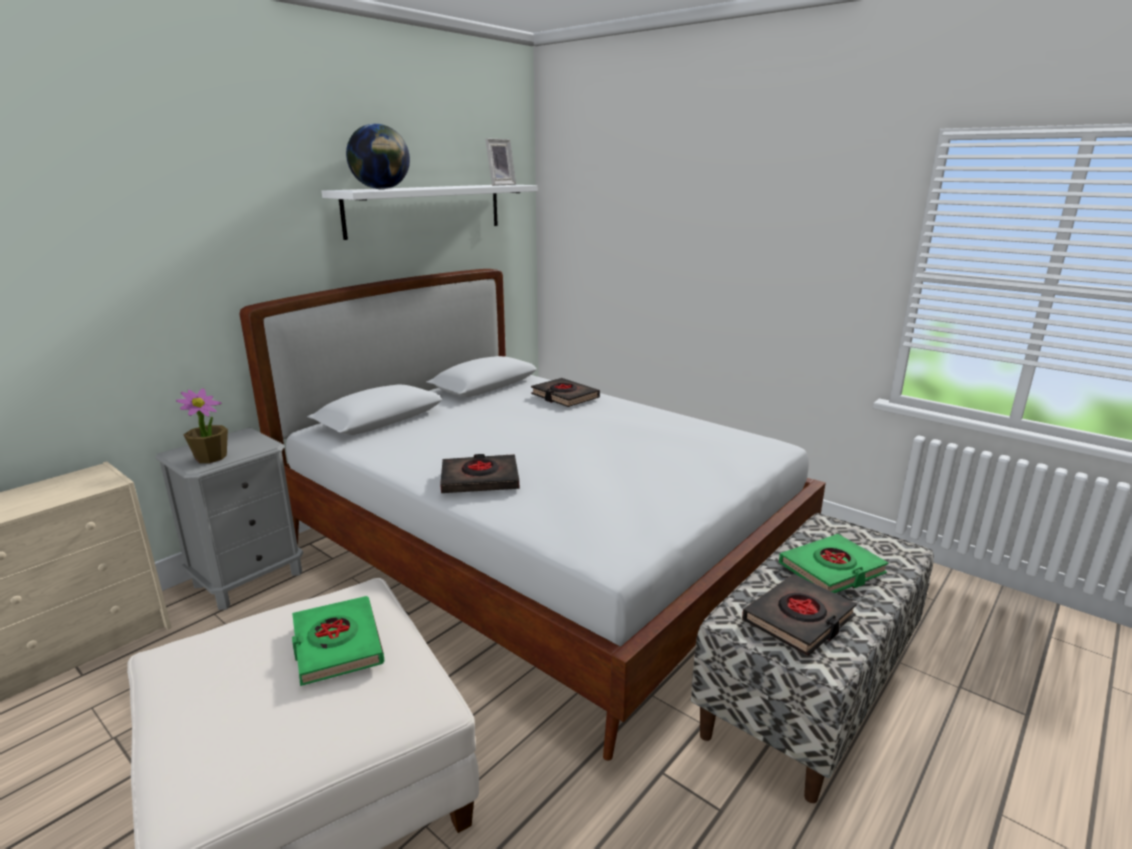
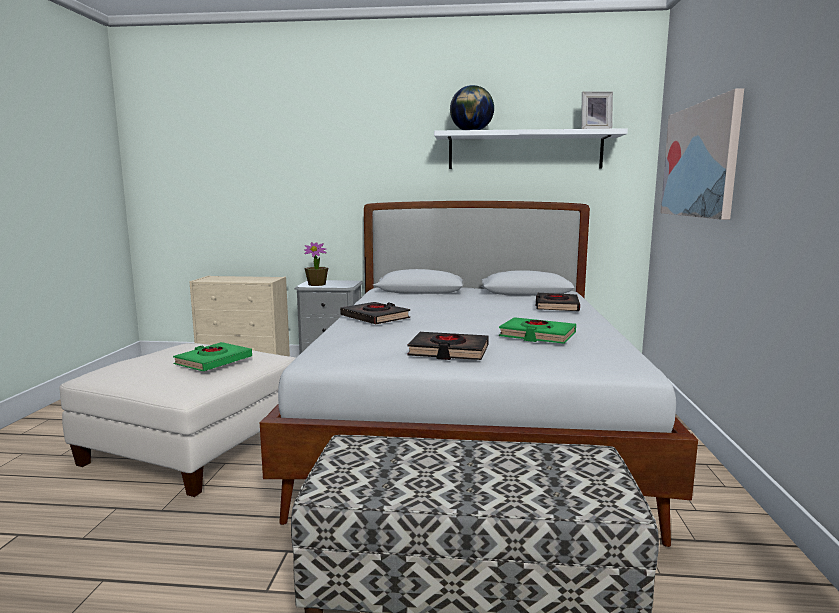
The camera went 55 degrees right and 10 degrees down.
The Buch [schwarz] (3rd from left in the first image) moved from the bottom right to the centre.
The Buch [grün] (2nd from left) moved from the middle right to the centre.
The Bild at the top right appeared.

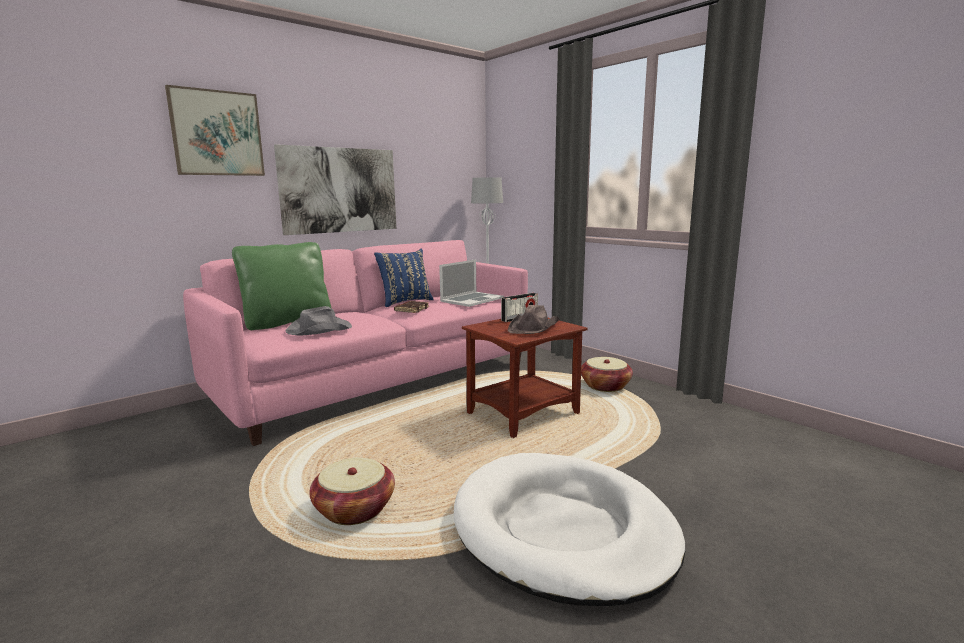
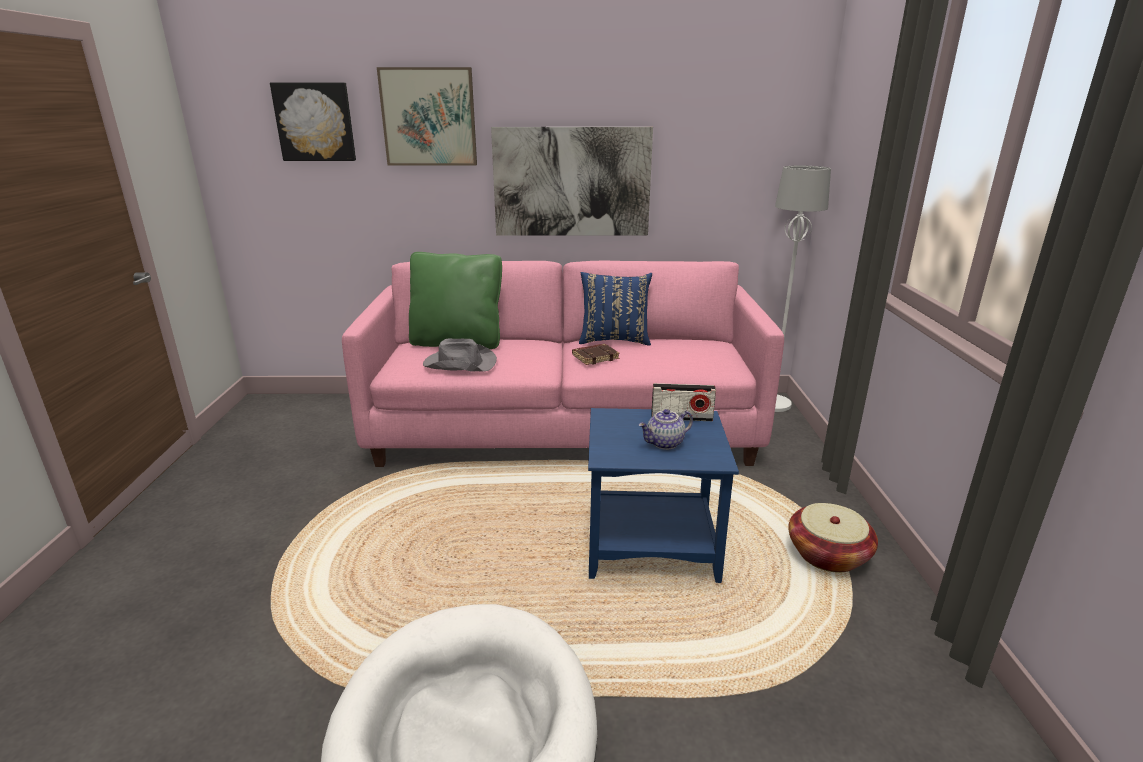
The camera went 40 degrees right and 10 degrees up.
The Bild (1st from left) at the top left appeared.
The Beistelltisch [braun] at the centre became the Beistelltisch [blau] at the centre.
The Hut [braun] at the centre was replaced by the Teekanne at the centre.
The Korb (1st from left) at the bottom centre disappeared.
The Laptop at the centre disappeared.

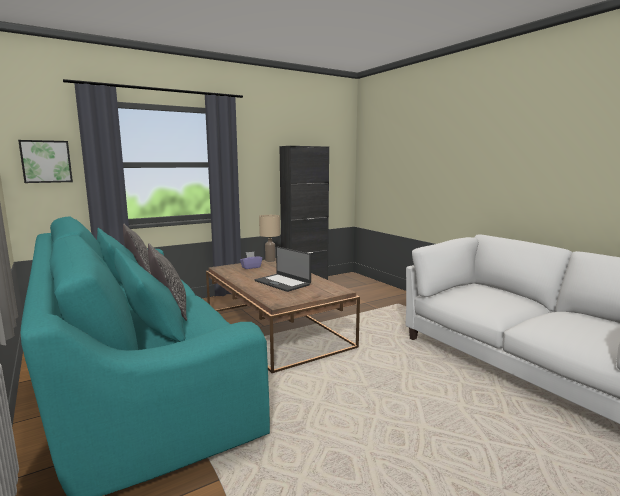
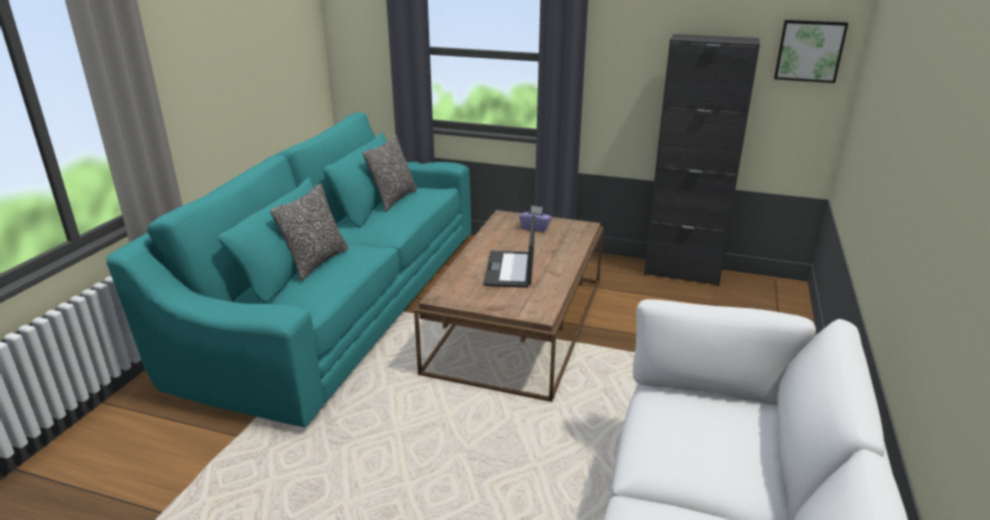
The camera went 50 degrees right and 15 degrees up.
The Bild moved from the top left to the top right.
The Tischlampe [beige] at the centre disappeared.

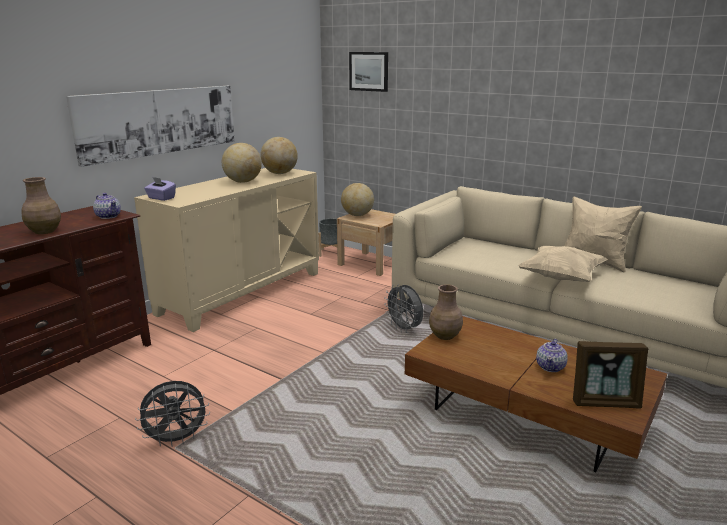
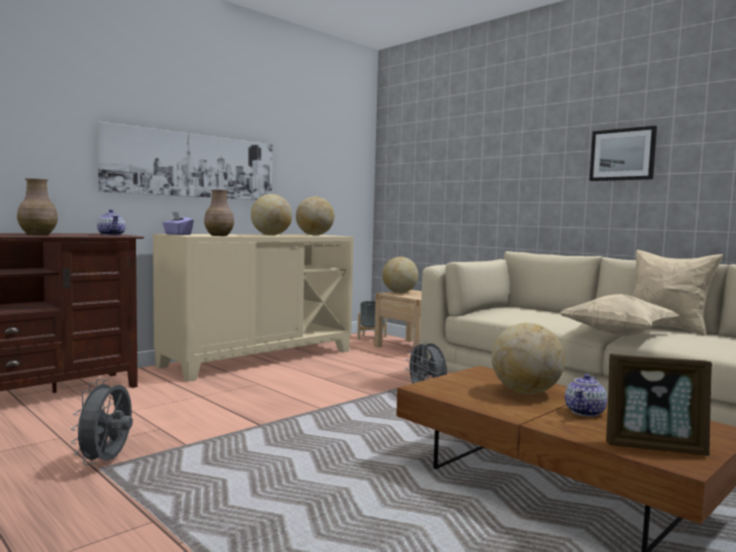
The camera went 10 degrees right and 15 degrees down.
The Ventilator [grau] (1st from left) at the bottom left turned 105 degrees clockwise.
The Vase [braun] (2nd from left) moved from the centre to the middle left.
The Globus (4th from left) at the middle right appeared.
The Bild (2nd from left) moved from the top centre to the top right.

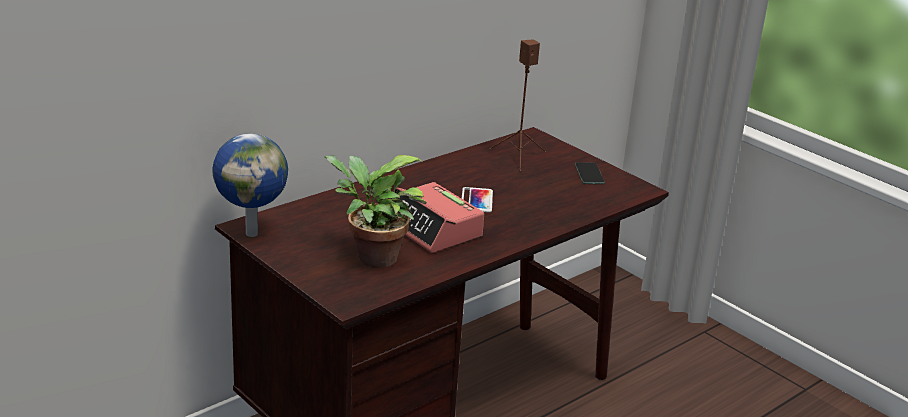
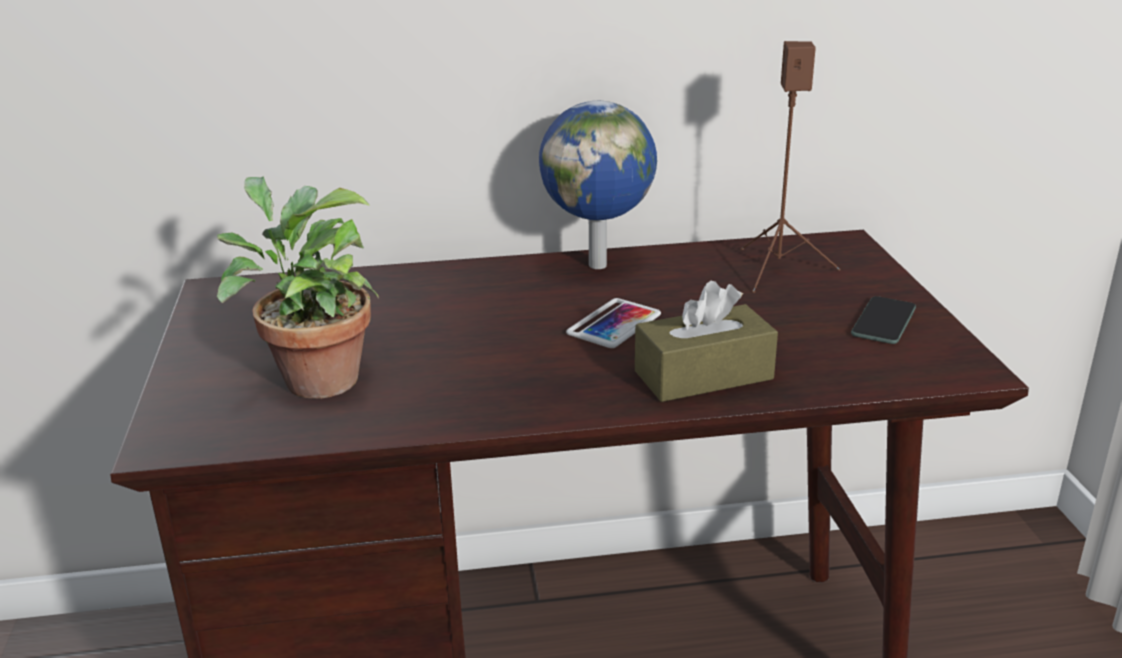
The camera went 35 degrees right and 0 degrees up.
The Globus moved from the middle left to the top centre.
The Taschentuchbox [braun] at the centre appeared.
The Wecker at the centre disappeared.

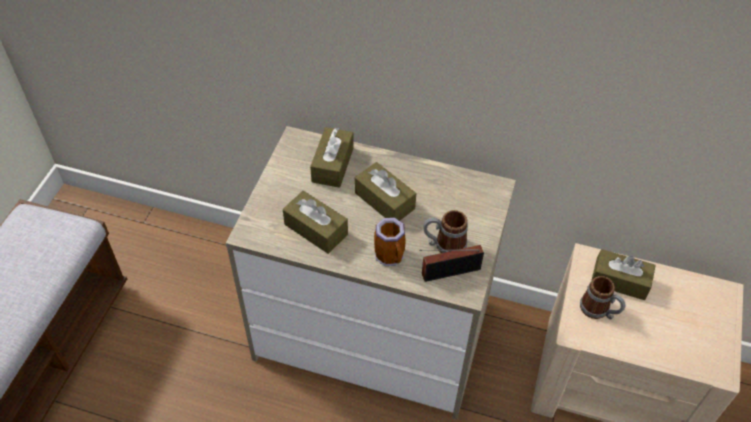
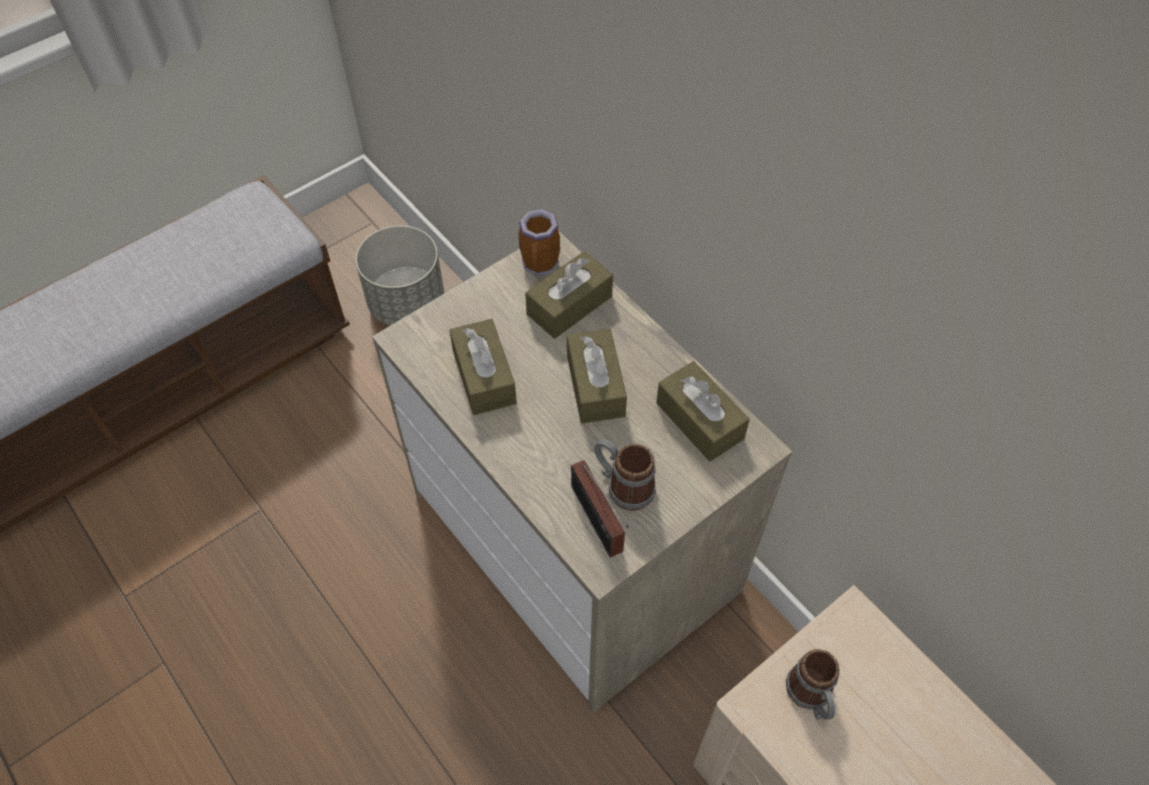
The camera went 35 degrees right and 5 degrees up.
The Pflanzkübel [grau] at the centre appeared.
The Henkelbecher (1st from left) moved from the centre to the top centre.
The Radio at the centre turned 135 degrees counterclockwise.
The Taschentuchbox [braun] (4th from left) moved from the middle right to the centre.

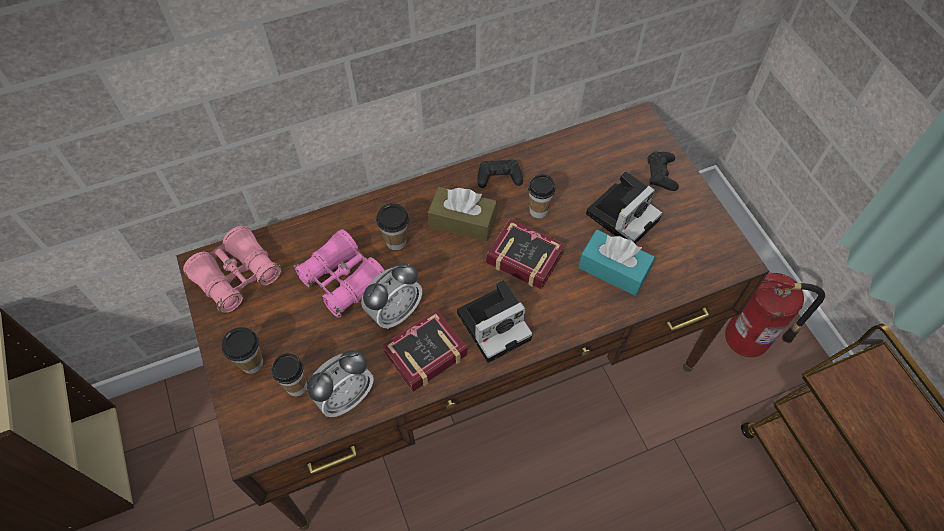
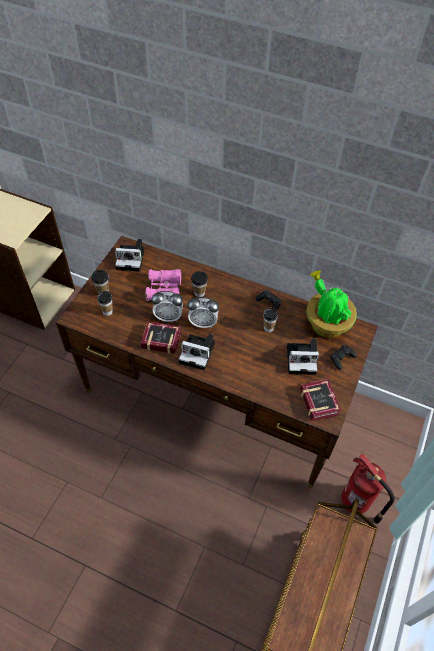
The camera went 45 degrees right and 5 degrees down.
The Fernglas [rosa] (1st from left) at the middle left was replaced by the Kamera (1st from left) at the middle left.
The Wecker (1st from left in the first image) moved from the bottom centre to the centre.
The Buch (2nd from left) moved from the centre to the middle right.
The Topfpflanze at the middle right appeared.
The Taschentuchbox [braun] at the centre disappeared.
The Taschentuchbox [türkis] at the centre disappeared.

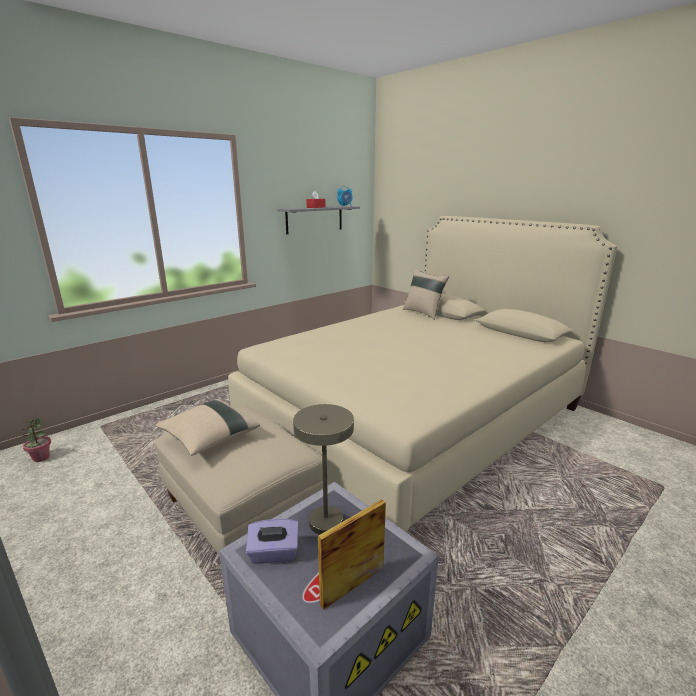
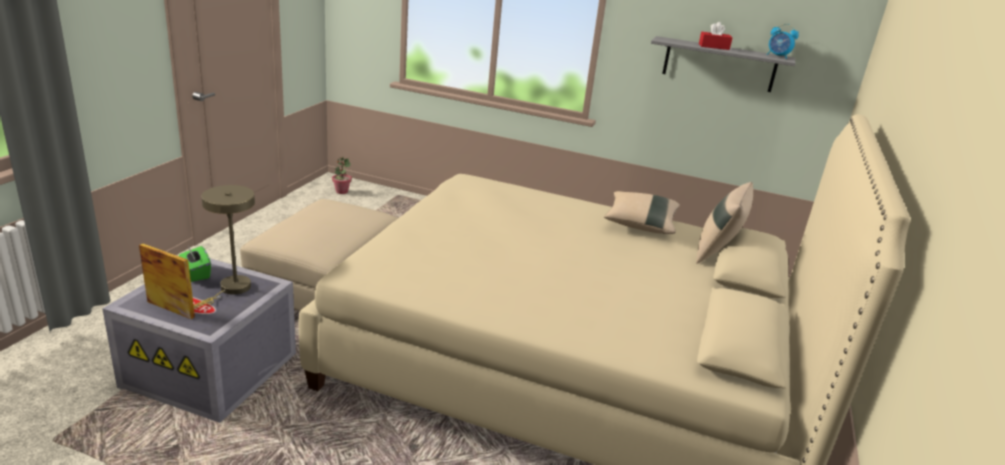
The camera went 60 degrees right and 5 degrees up.
The Taschentuchbox [lila] at the bottom centre became the Taschentuchbox [grün] at the middle left.
The Kissen [beige] (1st from left) moved from the middle left to the centre.

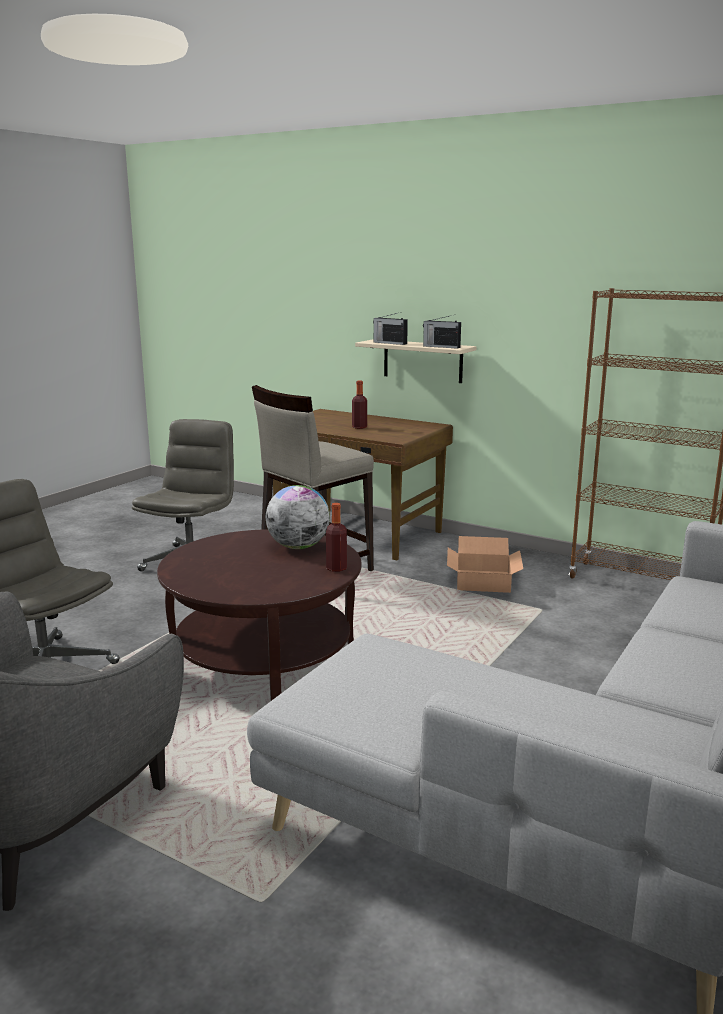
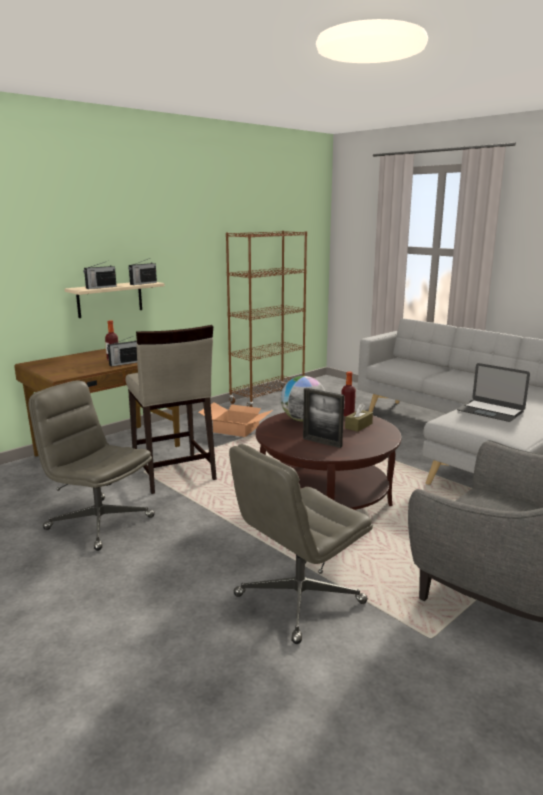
The camera went 75 degrees left and 0 degrees up.
The Radio (2nd from left) at the middle left appeared.
The Bilderrahmen at the centre appeared.
The Taschentuchbox [braun] at the centre appeared.
The Laptop at the middle right appeared.

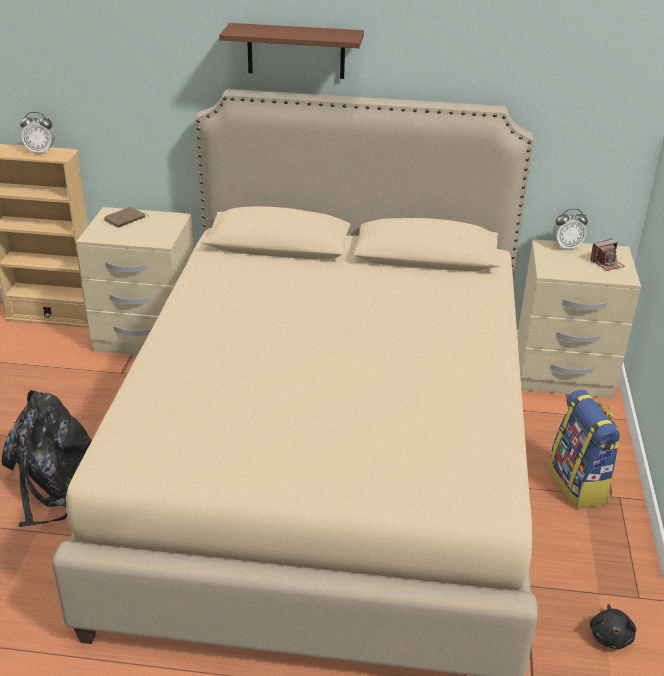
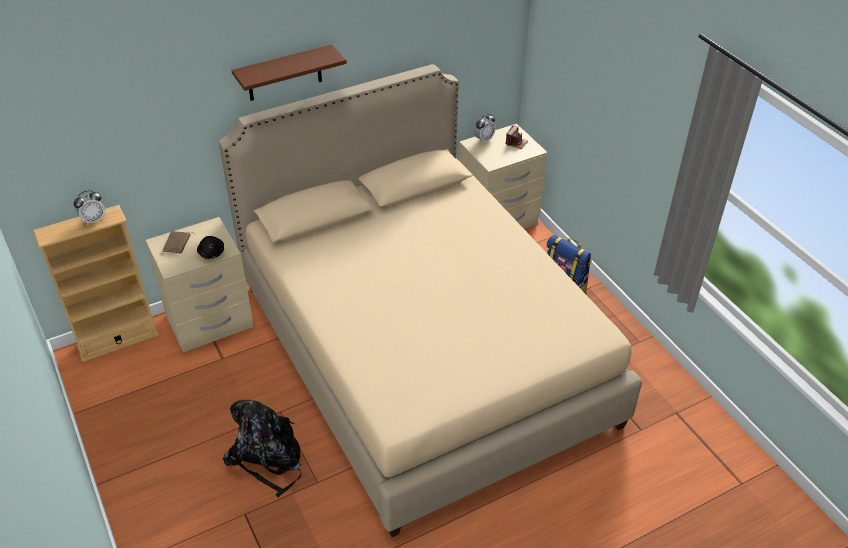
The camera went 35 degrees left and 10 degrees up.
The Plüschtier [schwarz] moved from the bottom right to the middle left.

